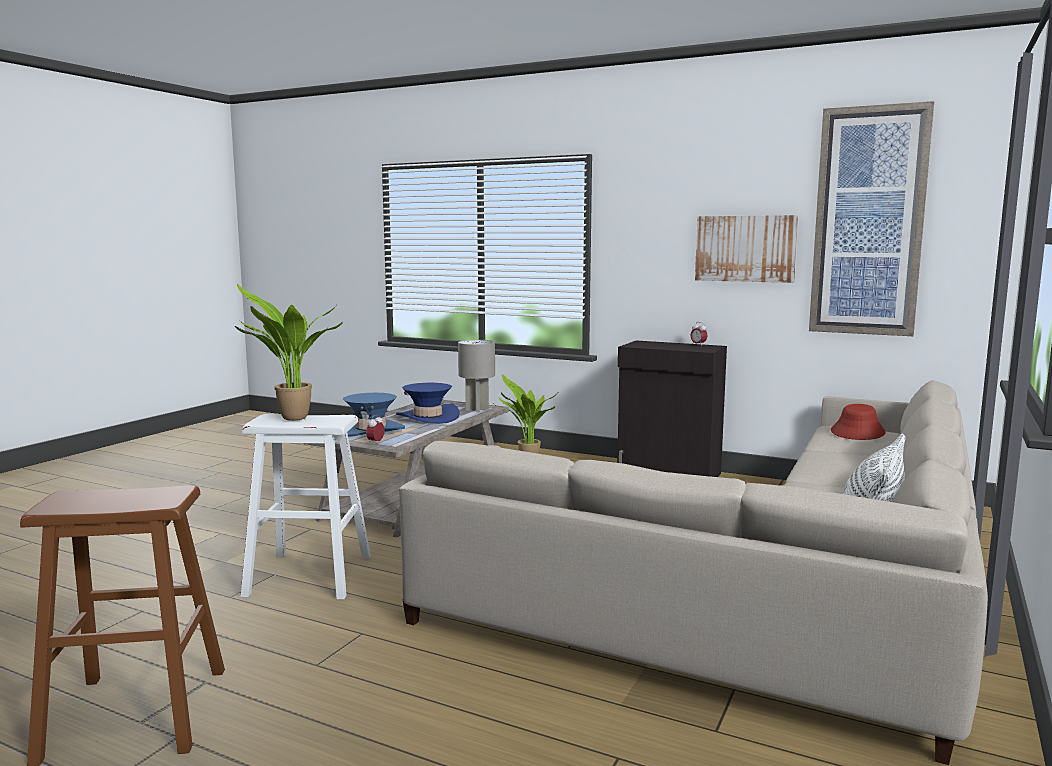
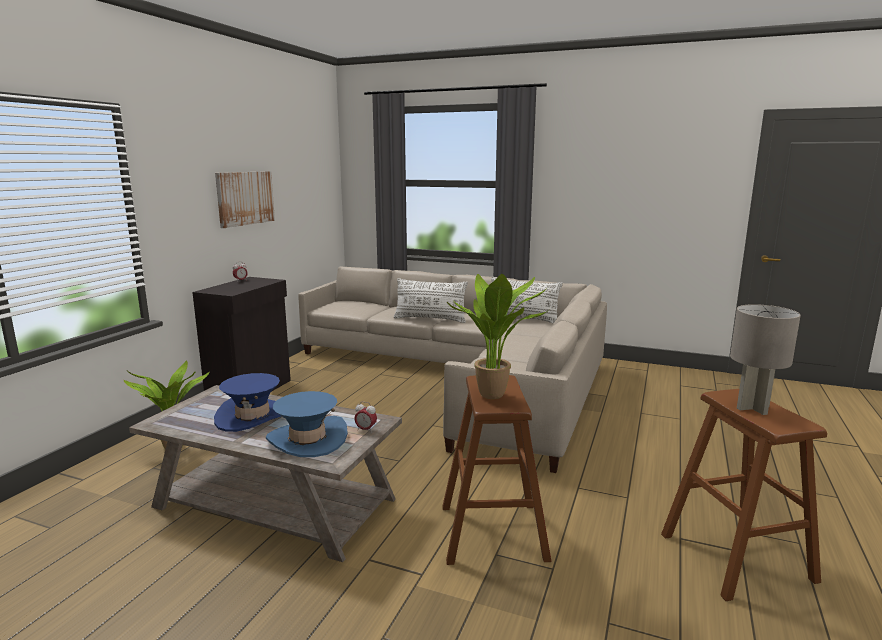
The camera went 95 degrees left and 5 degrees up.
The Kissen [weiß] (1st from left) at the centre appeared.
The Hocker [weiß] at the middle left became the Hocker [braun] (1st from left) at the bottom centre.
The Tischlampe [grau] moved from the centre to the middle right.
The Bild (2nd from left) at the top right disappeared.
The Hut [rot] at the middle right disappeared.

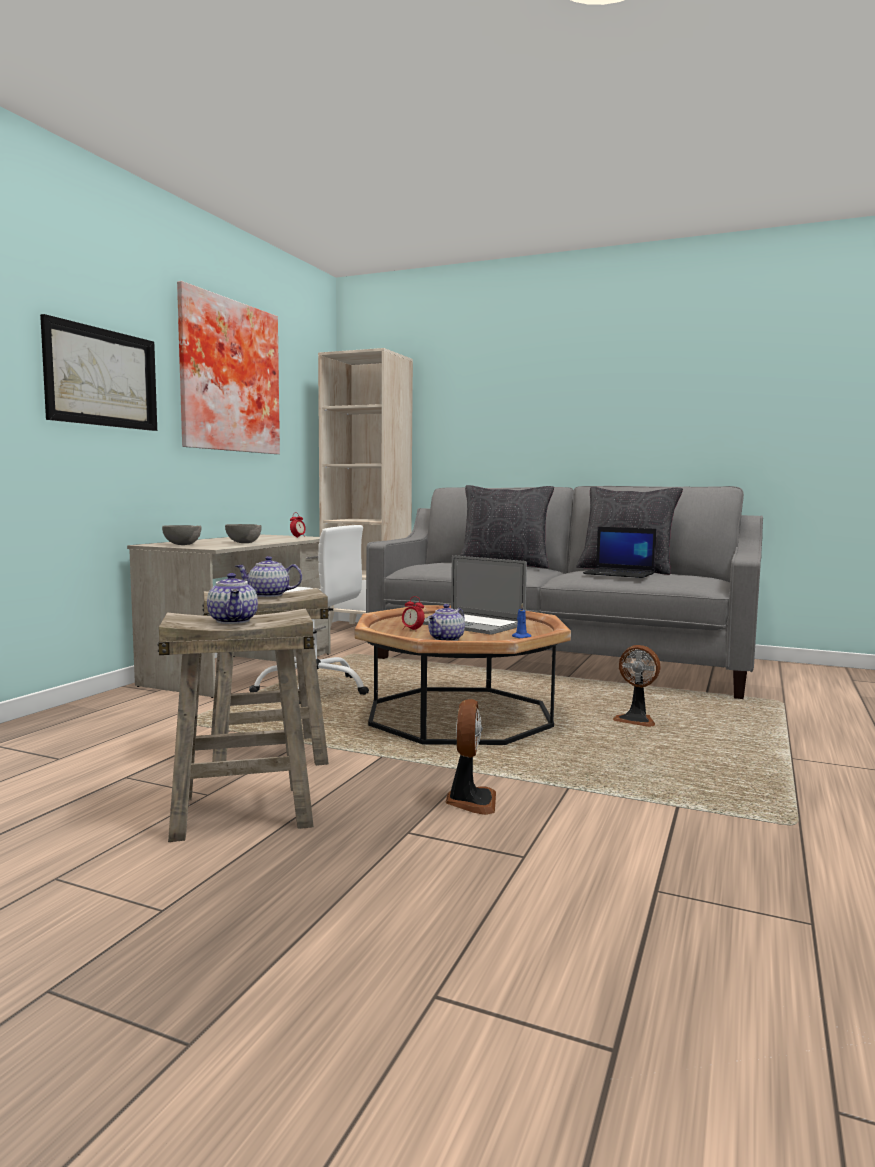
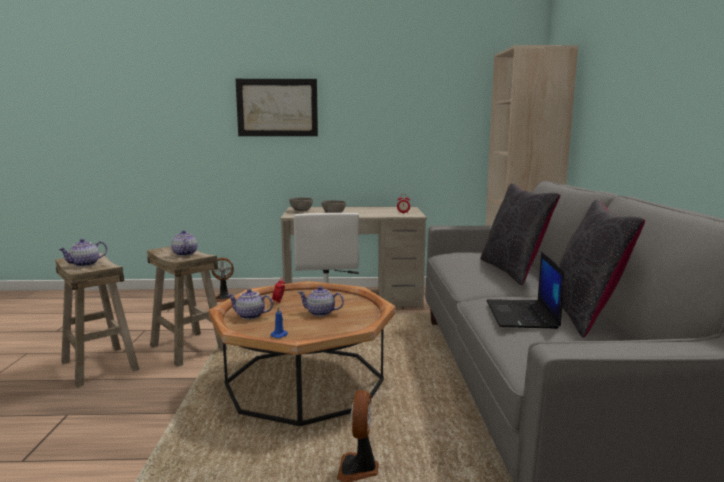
The camera went 65 degrees right and 5 degrees up.
The Ventilator (1st from left) moved from the centre to the middle left.
The Laptop (1st from left) at the centre was replaced by the Teekanne (4th from left) at the centre.
The Bild (2nd from left) at the top left disappeared.

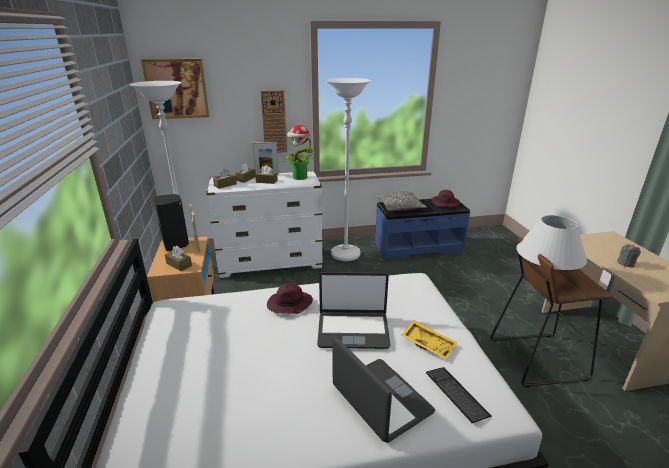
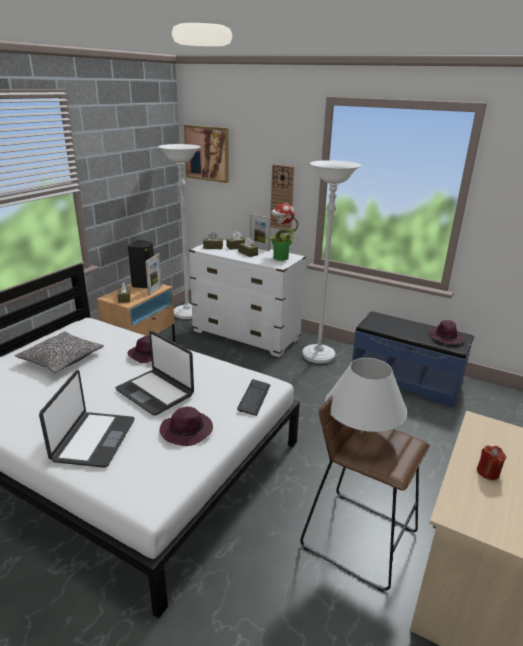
The camera went 40 degrees right and 0 degrees up.
The Kissen moved from the centre to the middle left.
The Tablett [gelb] at the bottom centre was replaced by the Hut [lila] (2nd from left) at the centre.
The Tastatur moved from the bottom right to the centre.
The Kerze [grau] at the middle right became the Kerze [rot] at the bottom right.

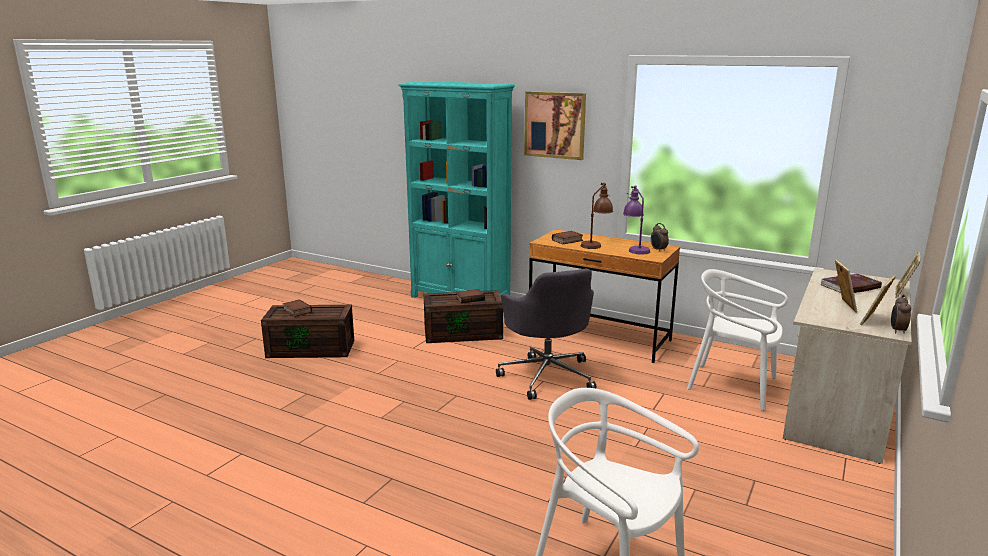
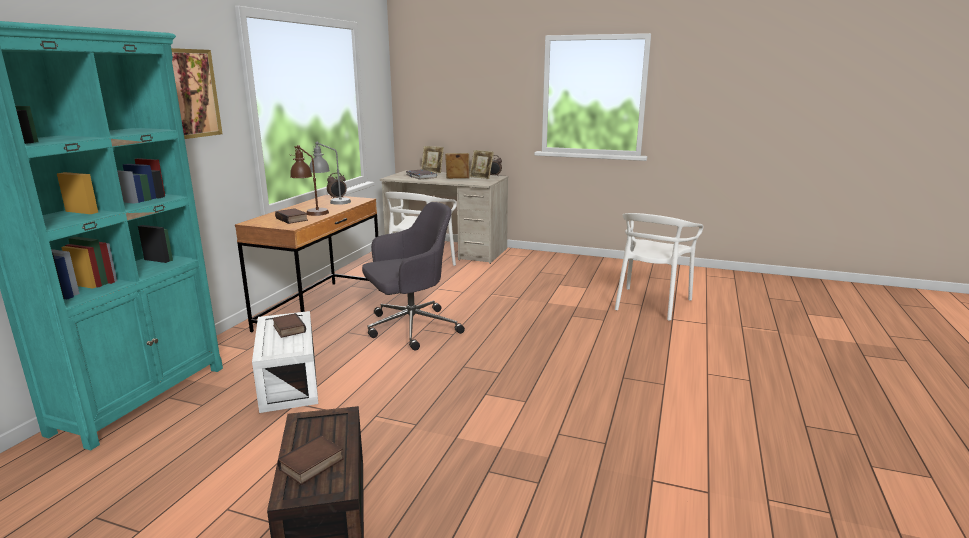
The camera went 100 degrees left and 0 degrees up.
The Aufbewahrungsbox [braun] (2nd from left) at the centre became the Aufbewahrungsbox [weiß] at the bottom left.
The Tischlampe [lila] at the centre became the Tischlampe [grau] at the top centre.

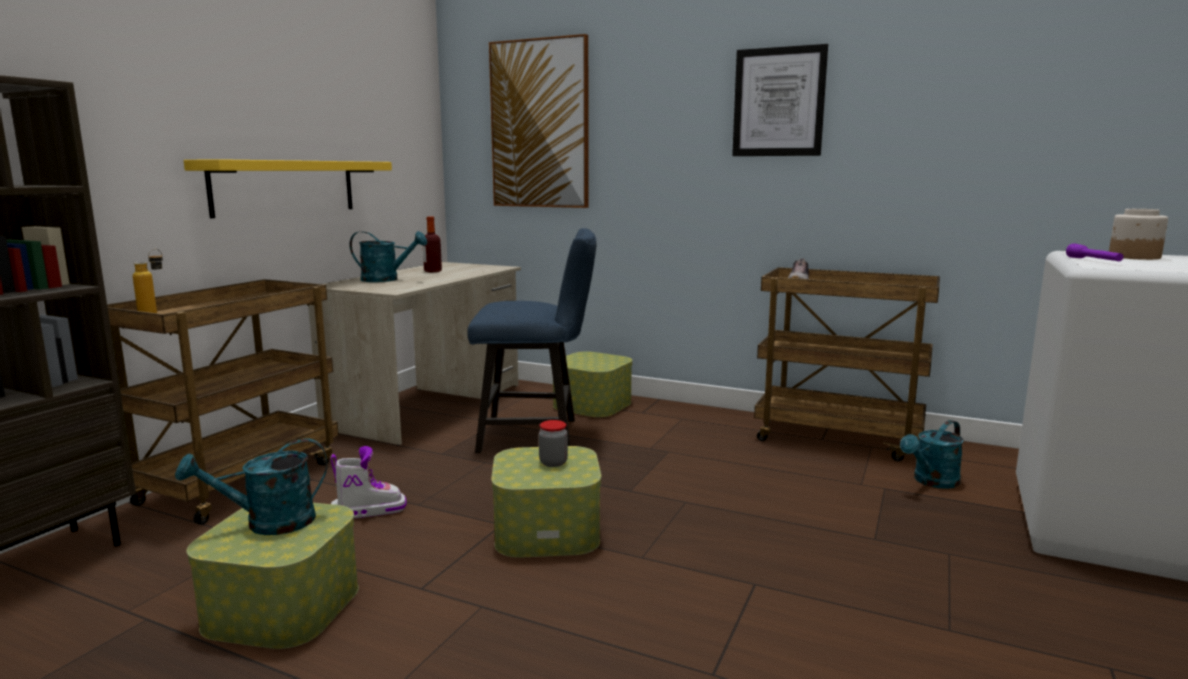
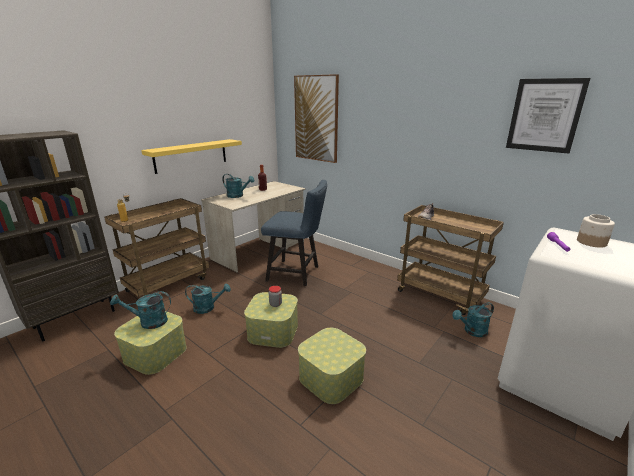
The camera went 15 degrees right and 10 degrees up.
The Stiefel at the bottom left was replaced by the Gießkanne [türkis] (2nd from left) at the middle left.
The Aufbewahrungsbox (3rd from left) moved from the centre to the bottom centre.
The Bild (2nd from left) moved from the top centre to the top right.

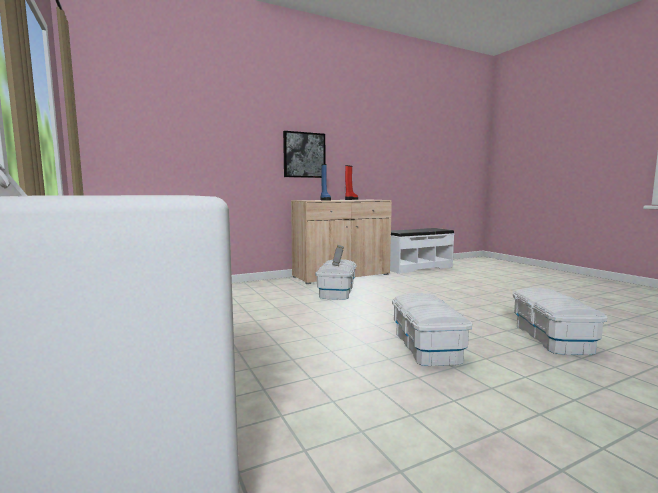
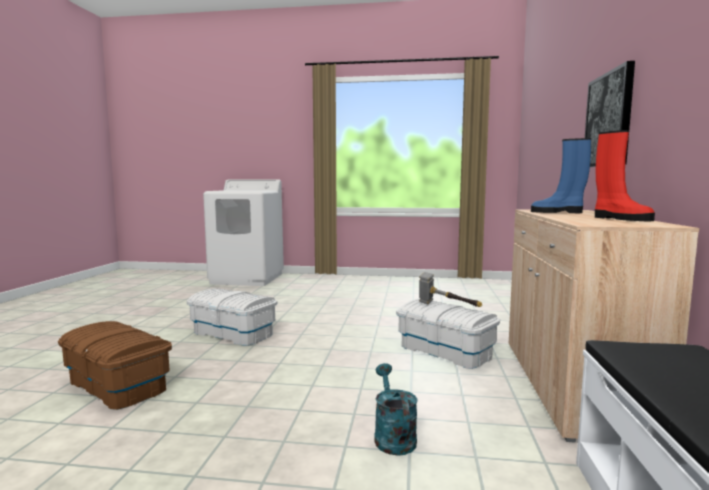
The camera went 125 degrees right and 0 degrees up.
The Aufbewahrungsbox [weiß] (3rd from left) at the middle right became the Aufbewahrungsbox [braun] at the bottom left.
The Gießkanne [türkis] at the bottom centre appeared.

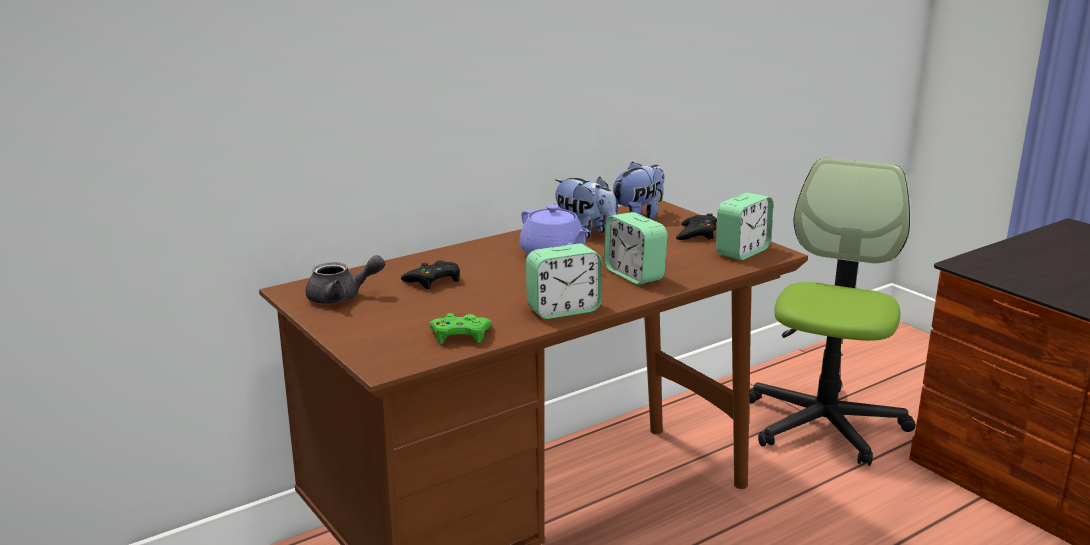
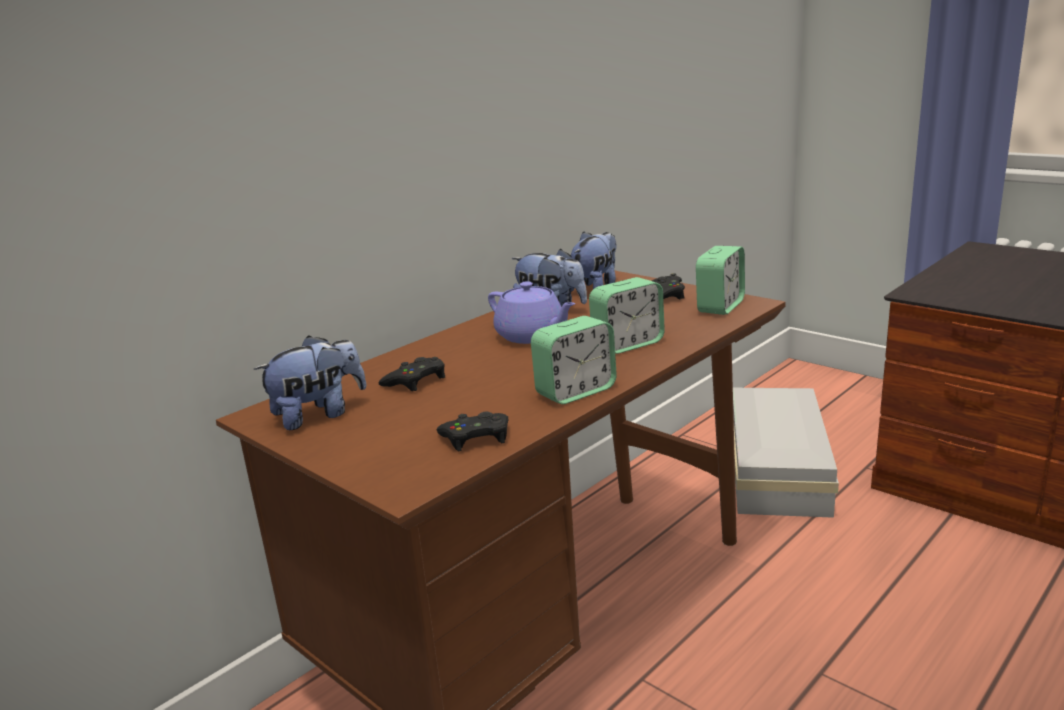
The camera went 10 degrees left and 0 degrees up.
The Teekanne [grau] at the middle left was replaced by the Plüschtier (1st from left) at the middle left.
The Gamepad [grün] at the centre became the Gamepad [schwarz] (2nd from left) at the centre.
The Wecker (2nd from left) at the centre turned 75 degrees counterclockwise.
The Bürostuhl at the middle right was replaced by the Aufbewahrungsbox [weiß] at the middle right.

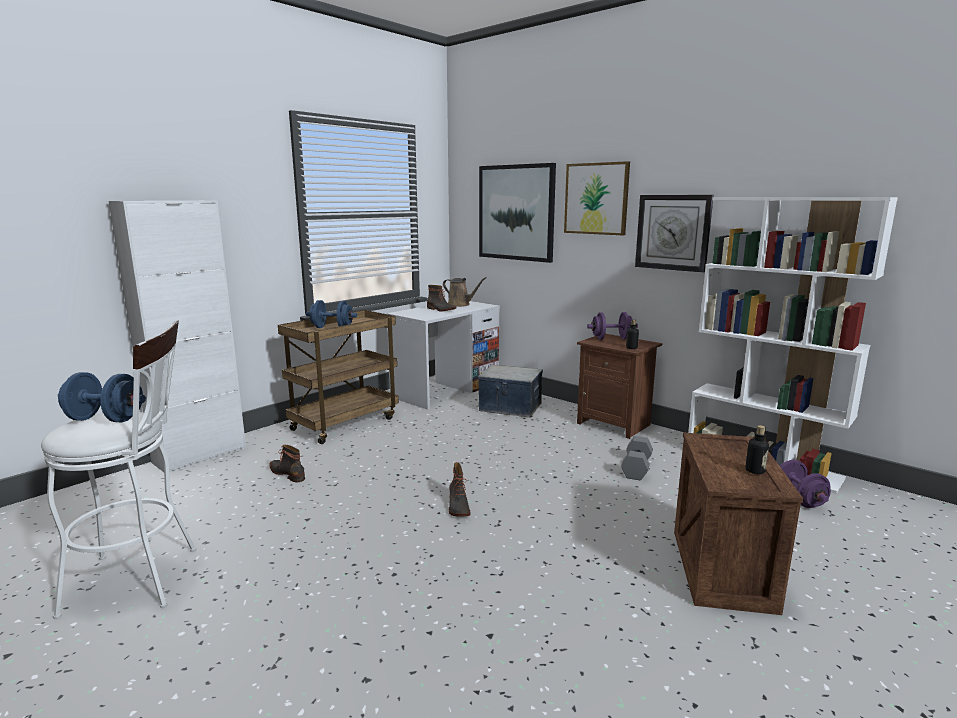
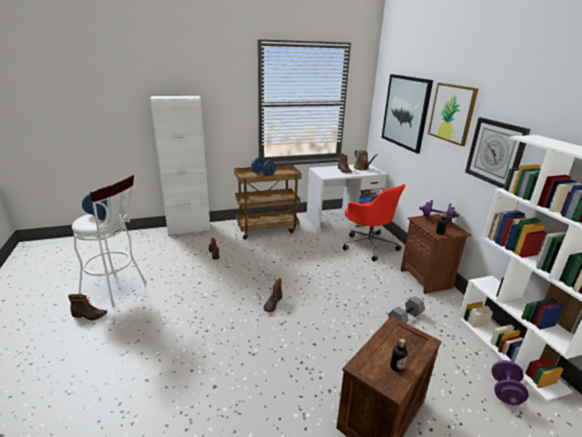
The camera went 30 degrees right and 10 degrees up.
The Stiefel (1st from left) at the bottom left appeared.
The Aufbewahrungsbox at the centre was replaced by the Bürostuhl [rot] at the centre.

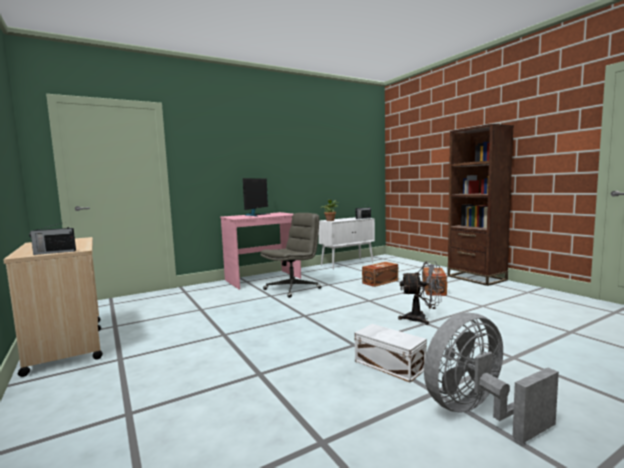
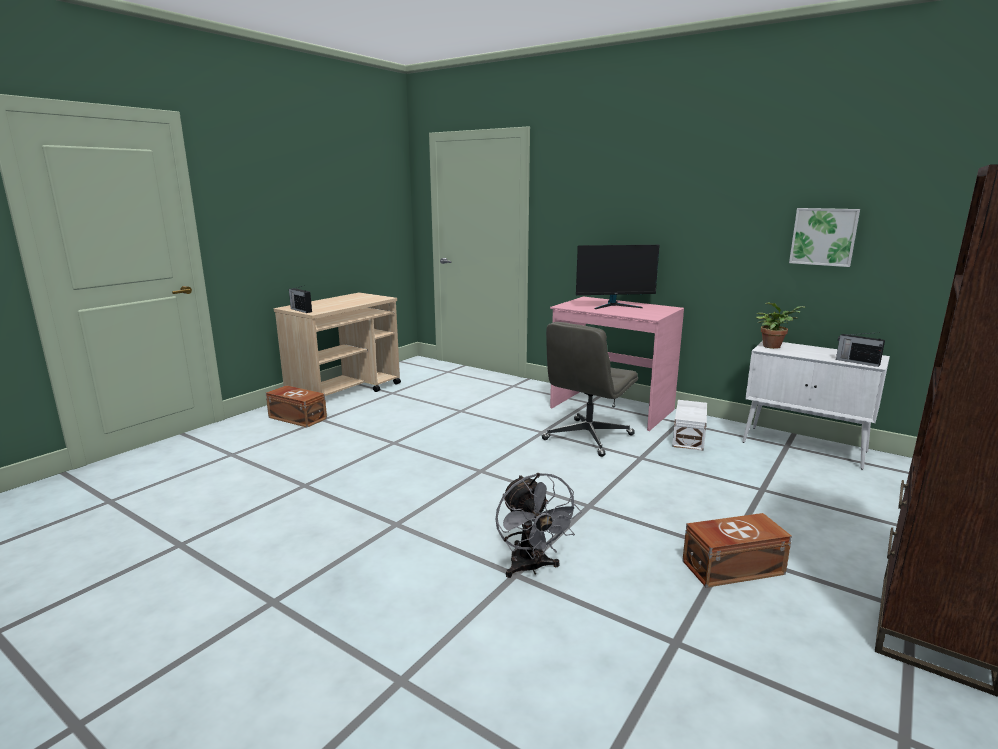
The camera went 65 degrees right and 10 degrees up.
The Aufbewahrungsbox [braun] (1st from left) moved from the centre to the middle left.
The Bürostuhl [grau] at the centre turned 105 degrees clockwise.
The Aufbewahrungsbox [weiß] moved from the bottom centre to the middle right.
The Bild at the top right appeared.
The Ventilator [grau] (2nd from left) at the bottom right disappeared.

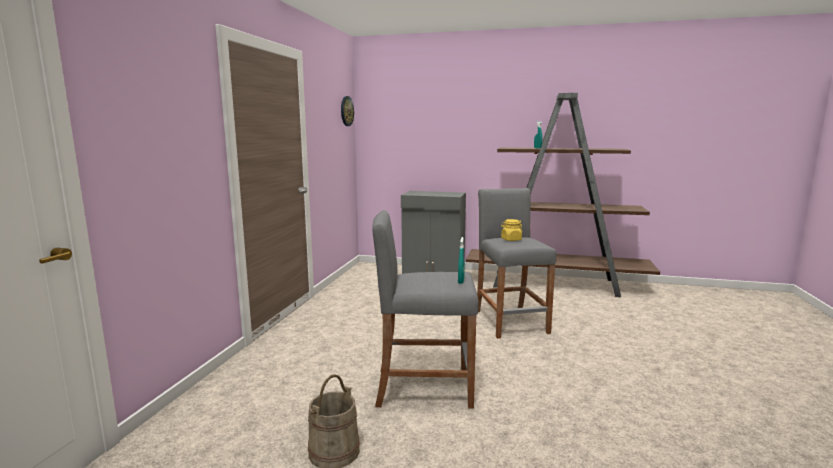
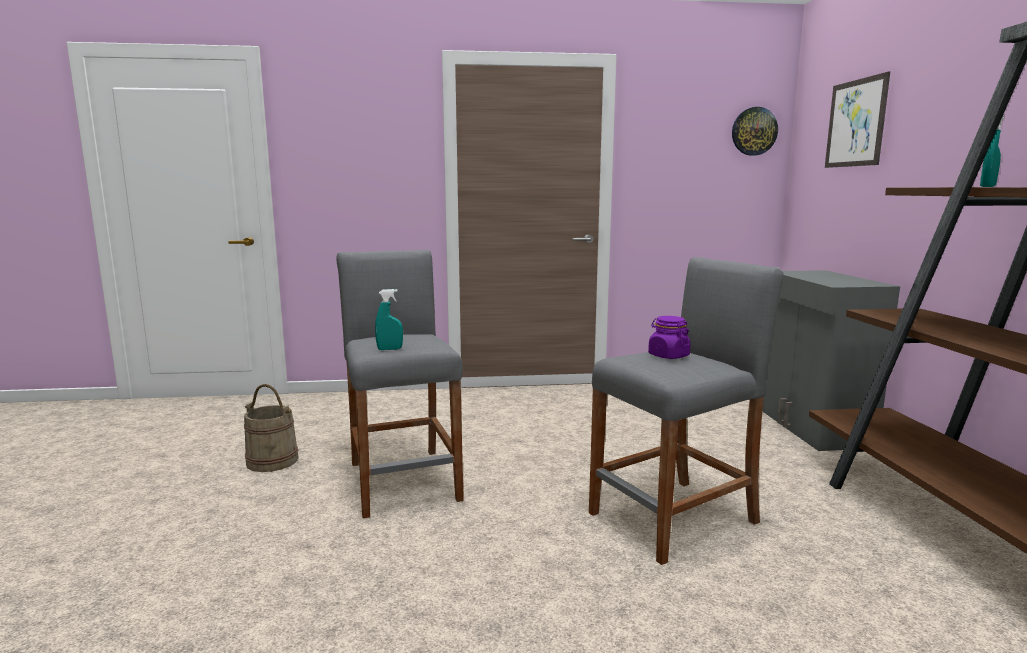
The camera went 70 degrees right and 0 degrees up.
The Vorratsglas [gelb] at the centre became the Vorratsglas [lila] at the centre.
The Bild at the top right appeared.

